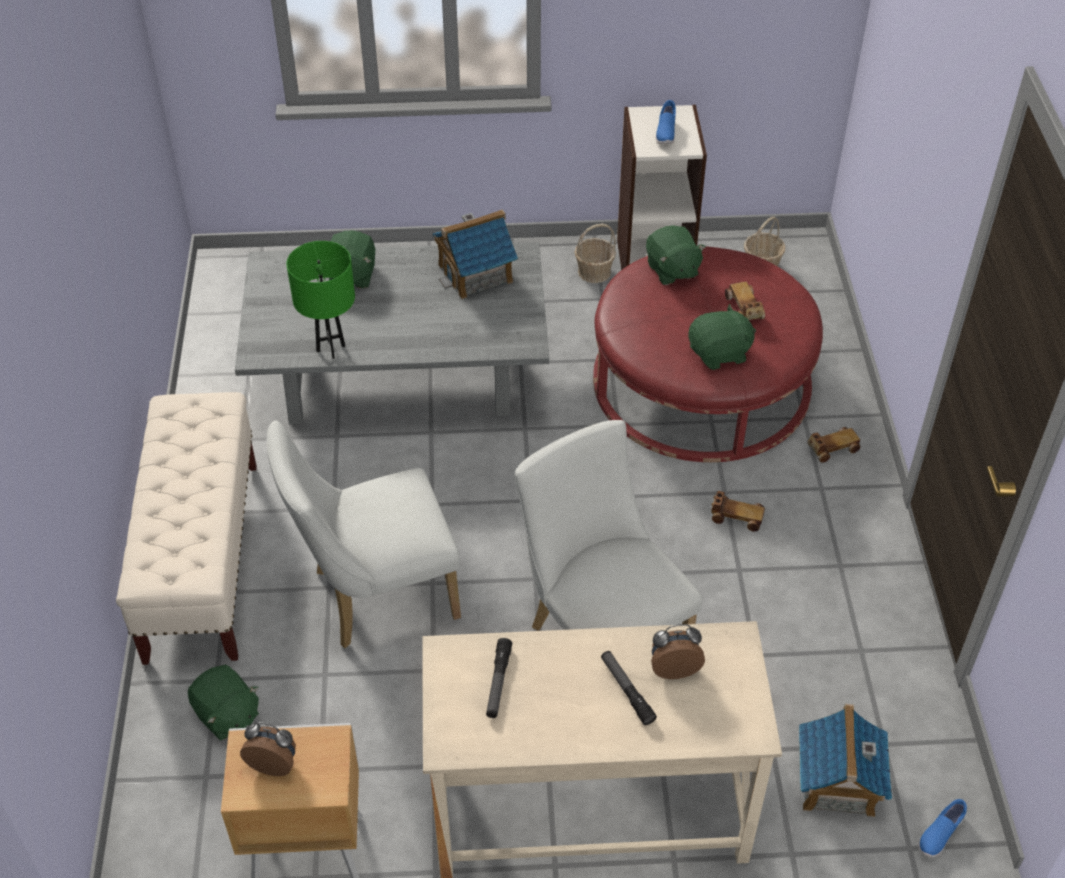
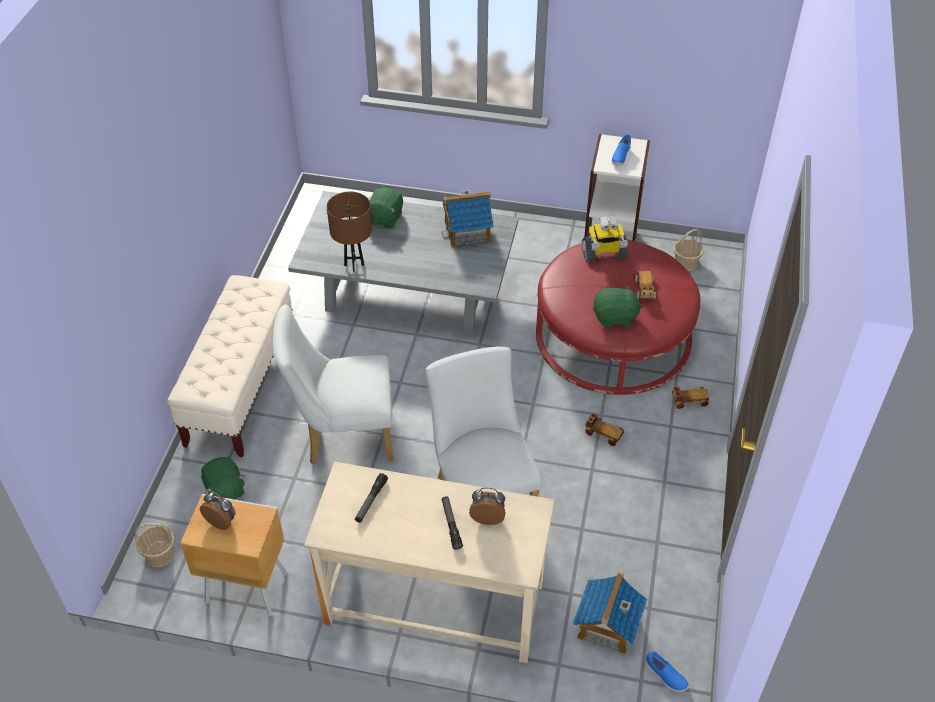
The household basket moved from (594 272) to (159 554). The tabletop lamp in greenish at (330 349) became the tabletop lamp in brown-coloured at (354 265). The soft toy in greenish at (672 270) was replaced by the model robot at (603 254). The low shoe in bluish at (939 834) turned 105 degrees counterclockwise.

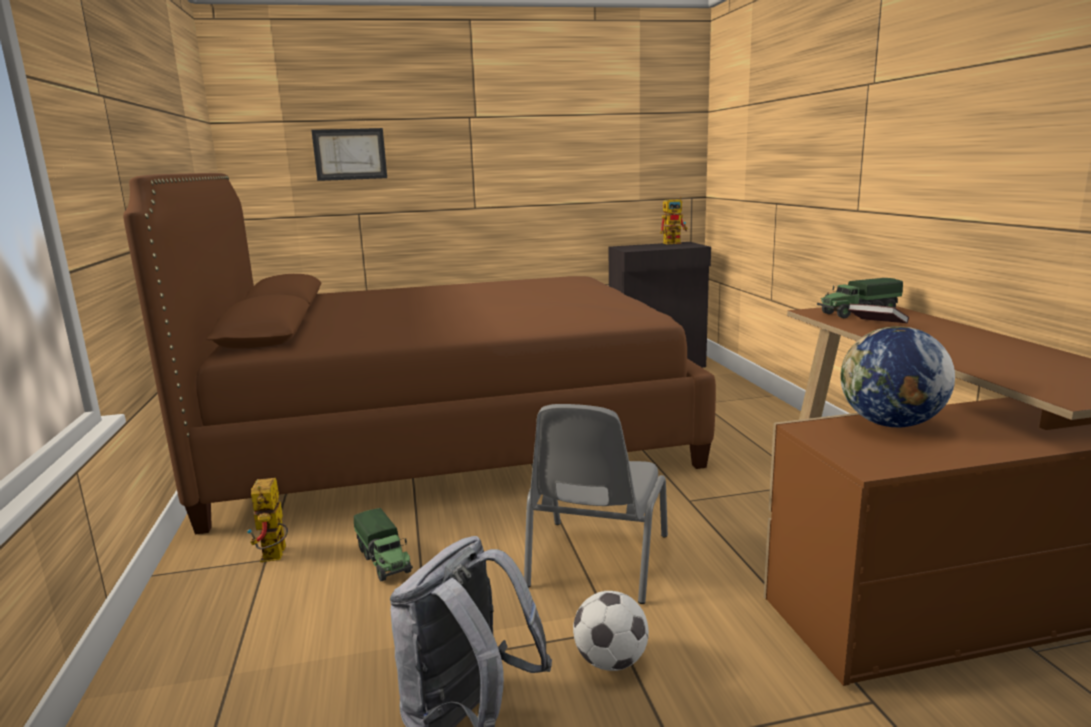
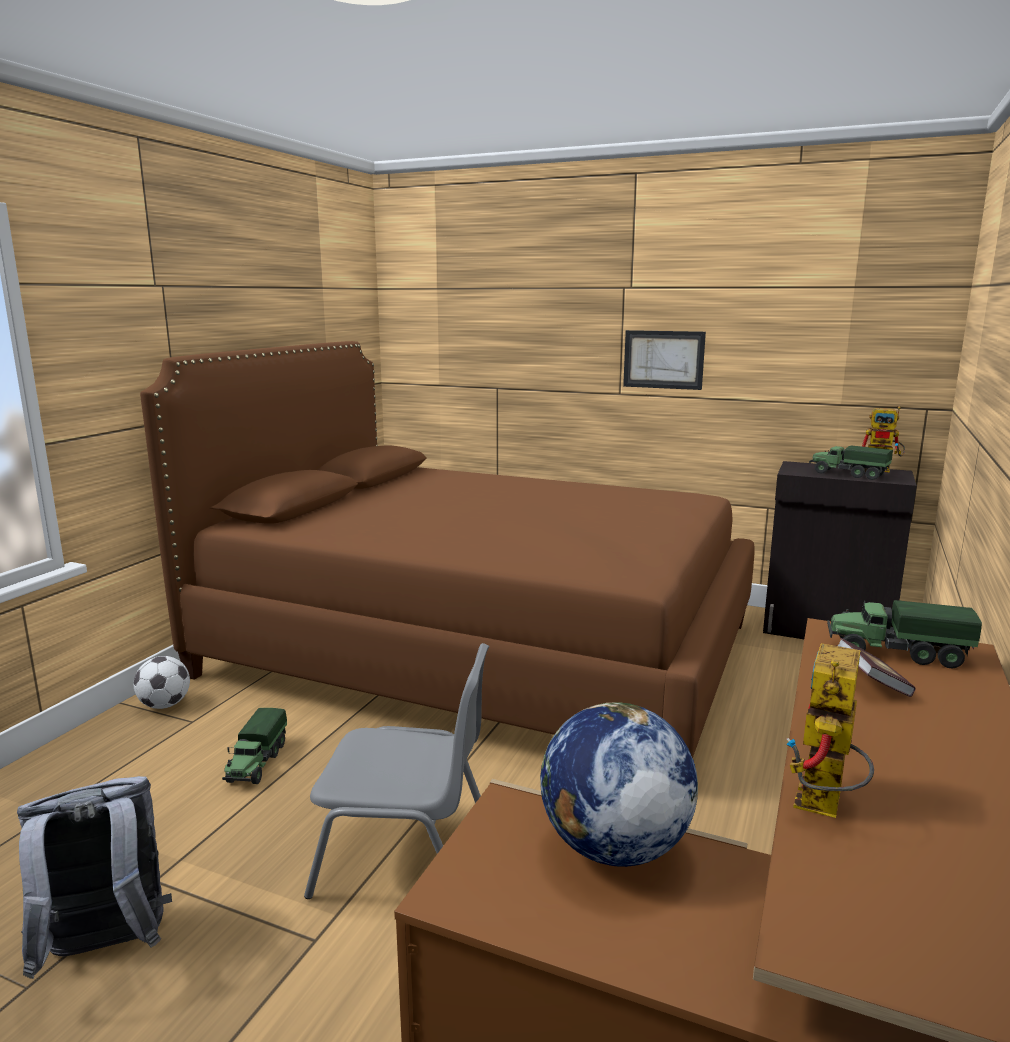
The football ball moved from (611 661) to (165 705). The plain chair in grey at (596 561) turned 135 degrees counterclockwise. The picture moved from (350 154) to (663 359). The model robot moved from (275 557) to (823 808). The model truck at (847 474) appeared.

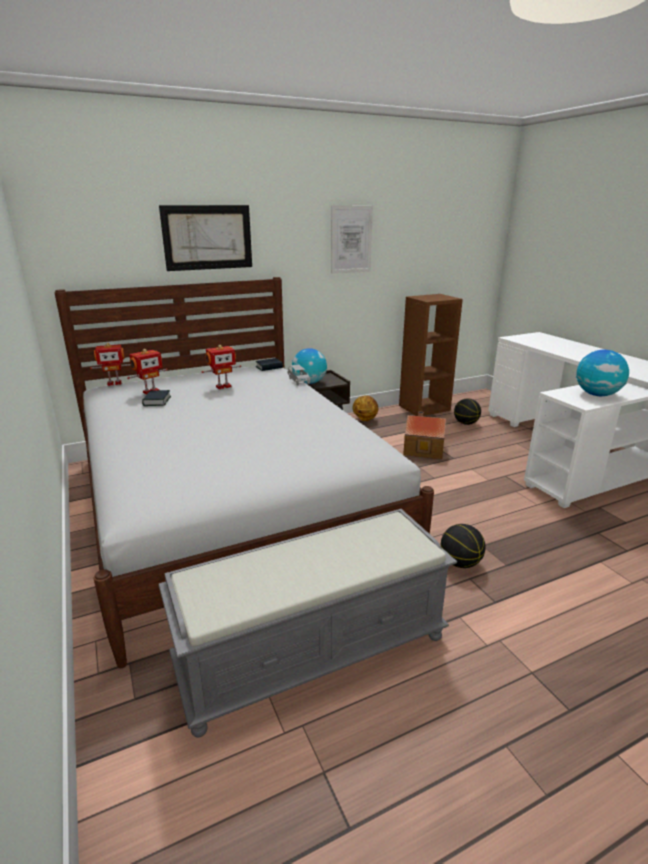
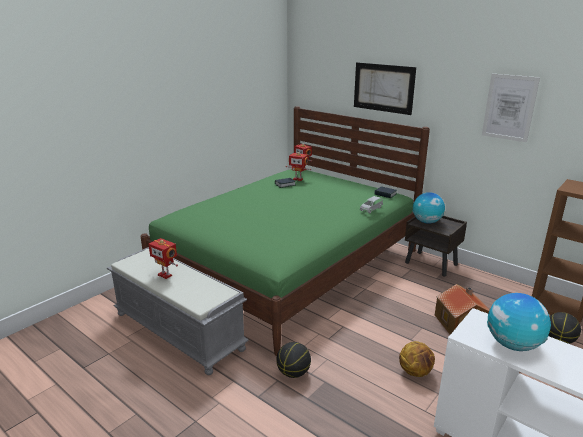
The bed in white-coloured at (230 505) became the bed in greenish at (289 265). The model robot moved from (223 386) to (165 275). The basketball ball moved from (365 419) to (415 372).

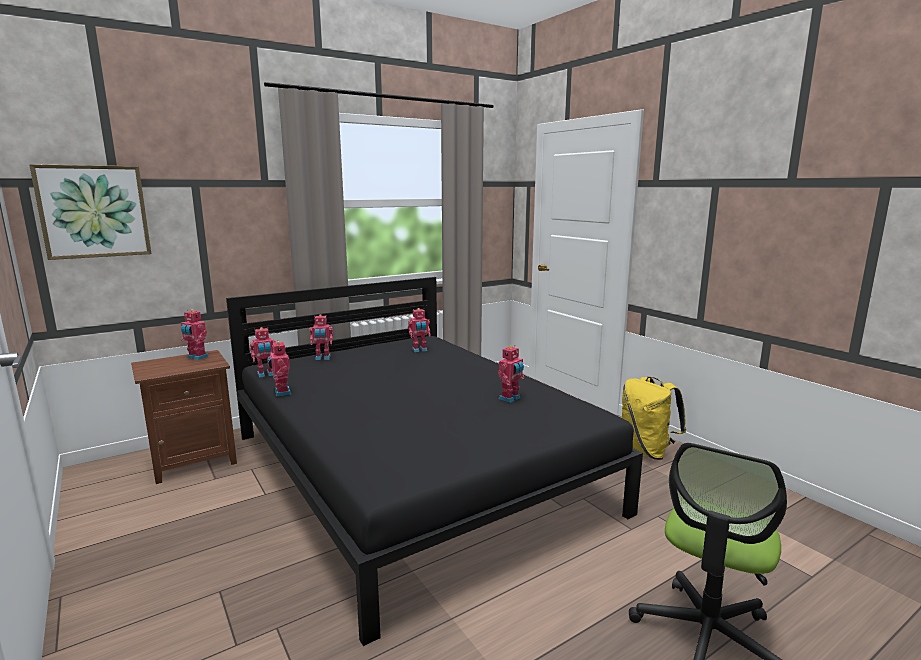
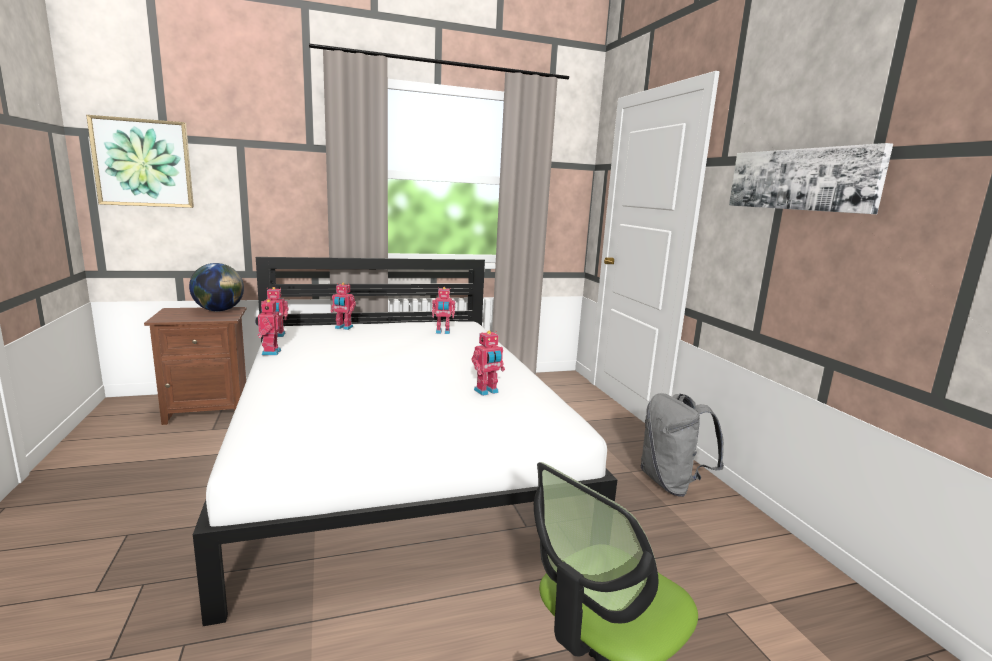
The model robot at (196 357) was replaced by the world globe at (219 310). The bed in blackish at (414 470) became the bed in white-coloured at (396 456). The backpack in yellow at (646 451) became the backpack in grey at (672 484). The picture at (801 179) appeared.

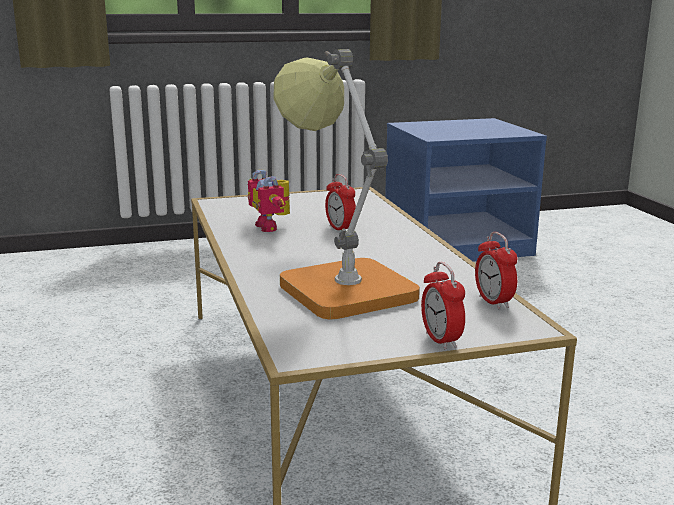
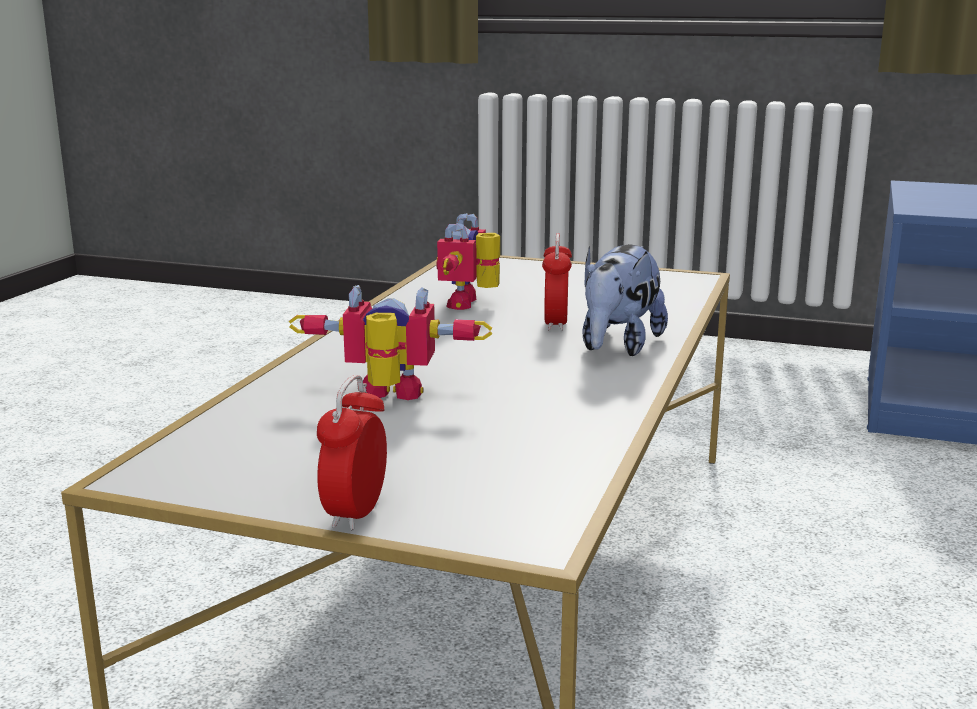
The tabletop lamp at (338 285) was replaced by the model robot at (389 398). The soft toy at (618 347) appeared. The table clock at (493 302) disappeared.

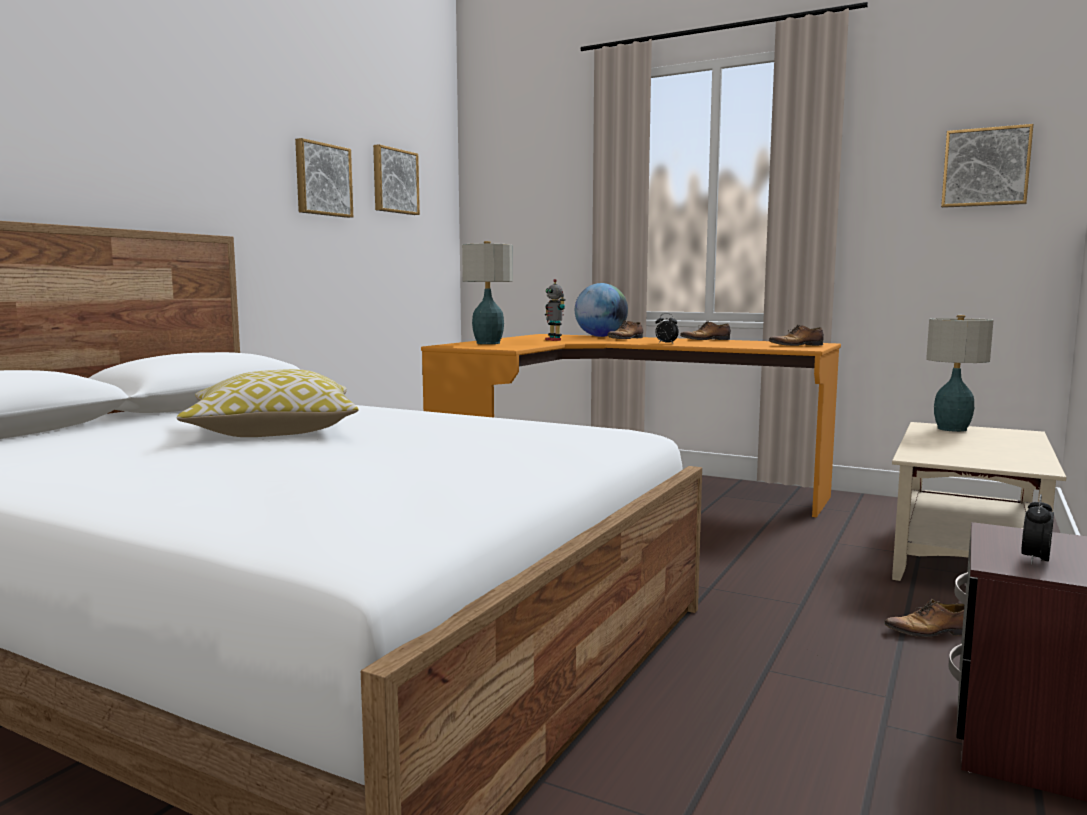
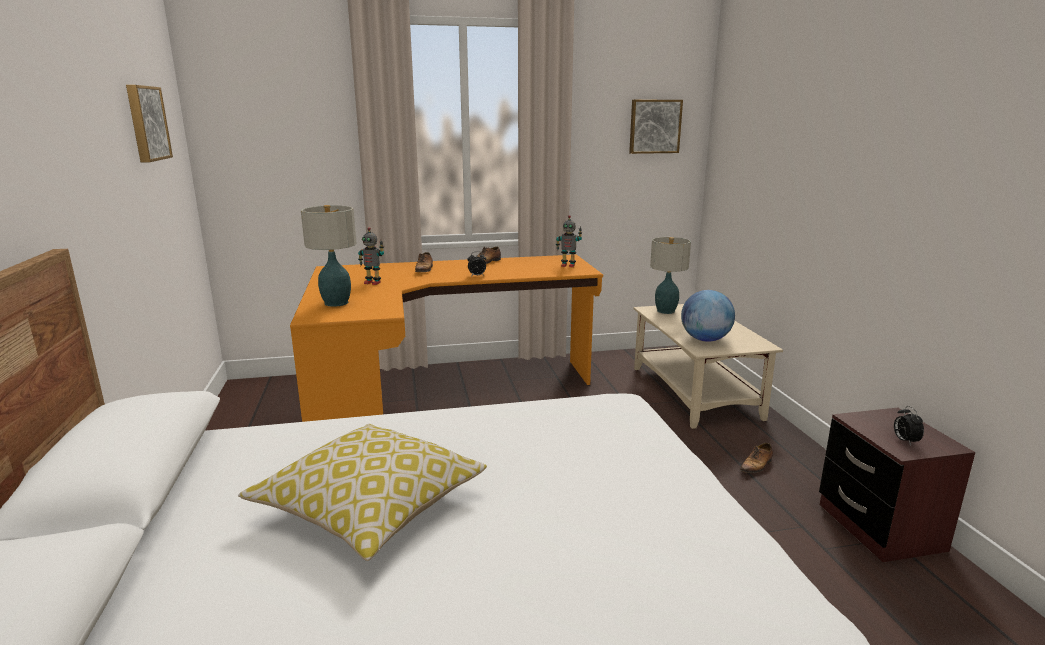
The low shoe at (797 346) was replaced by the model robot at (568 265). The world globe moved from (601 336) to (705 339). The picture at (322 180) disappeared.

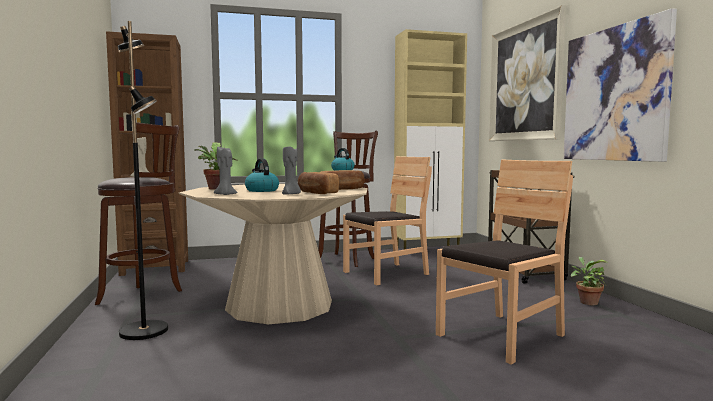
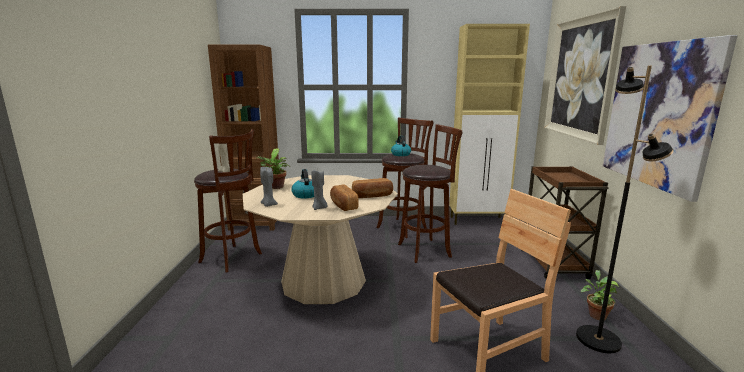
The plain chair in brown-coloured at (386 273) was replaced by the stool in brown-coloured at (427 250). The standard lamp in blackish moved from (145 331) to (598 339).

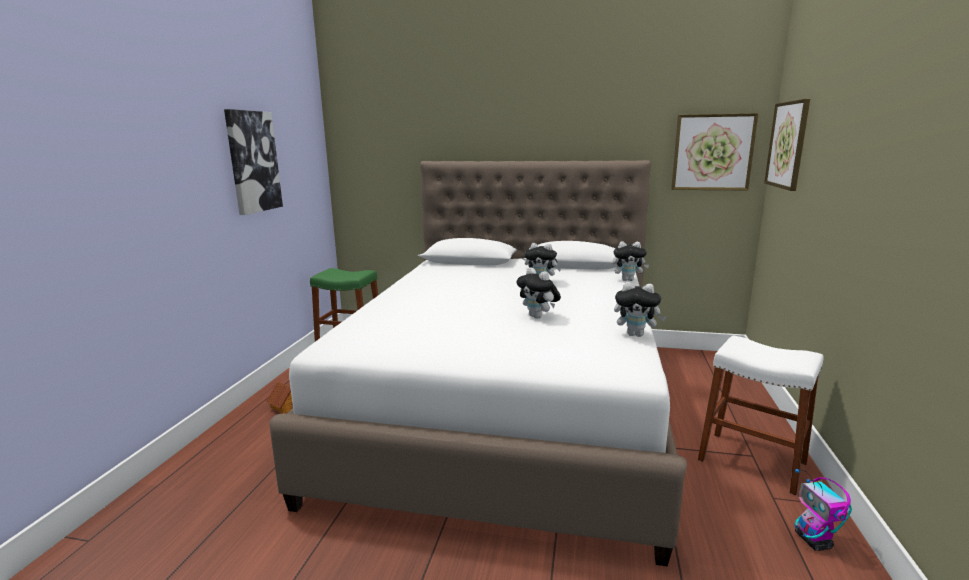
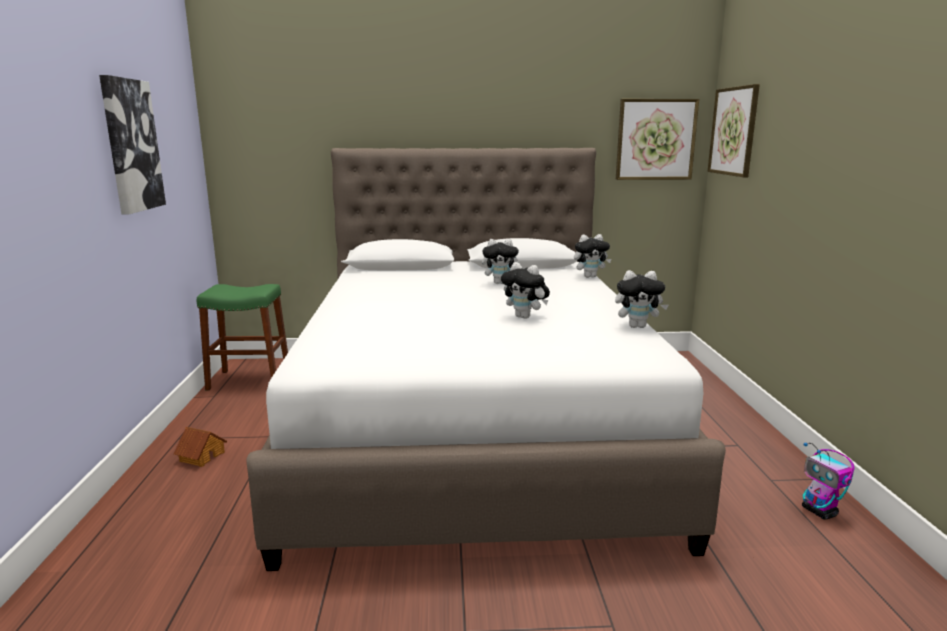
The stool in white-coloured at (752 461) disappeared.

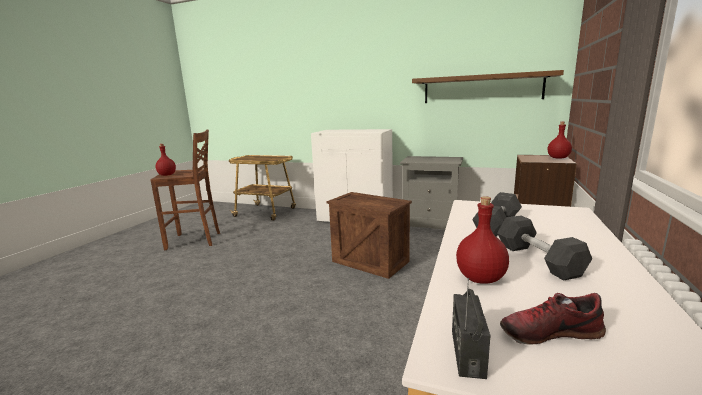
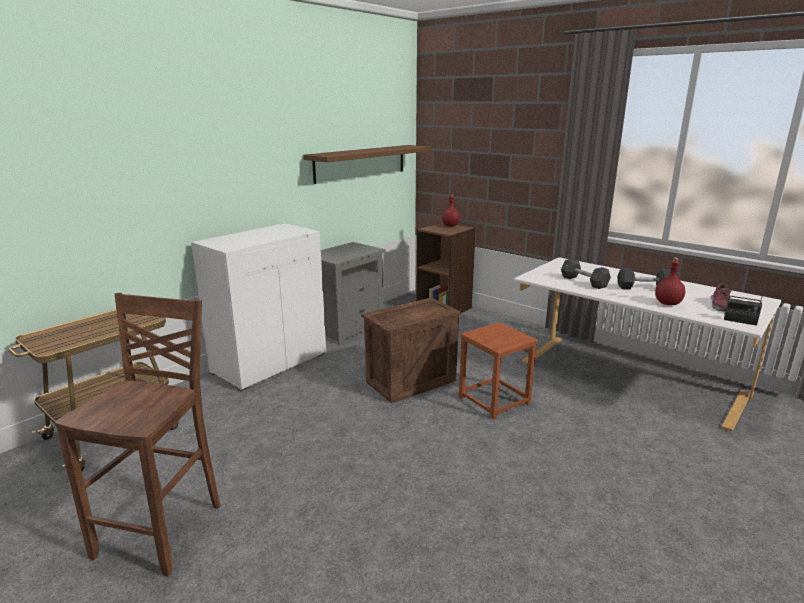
The stool in brown-coloured at (493 400) appeared. The beverage bottle in red-coloured at (167 175) disappeared.

